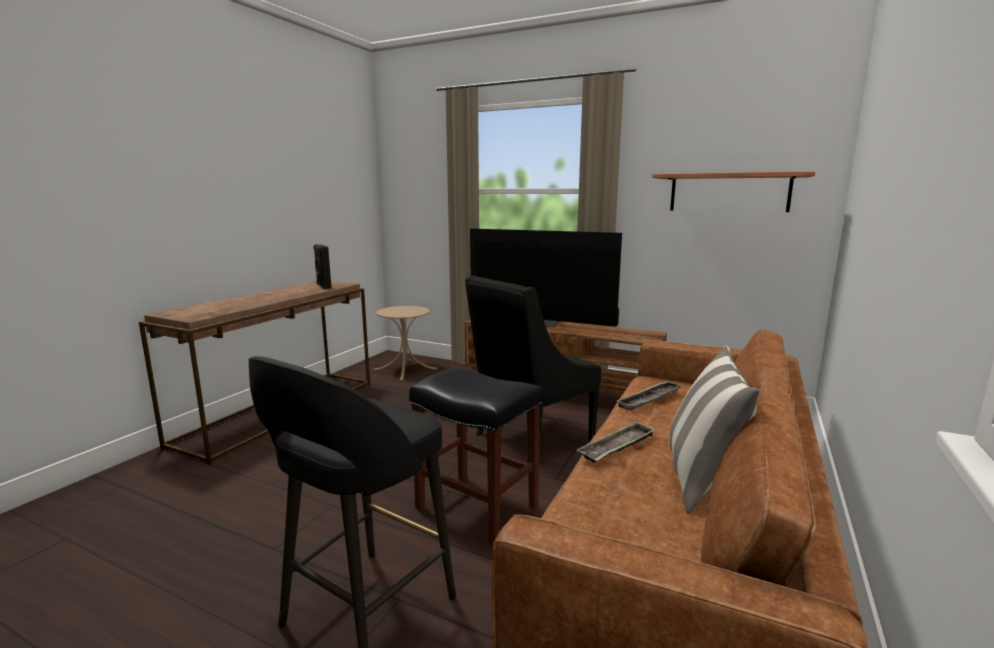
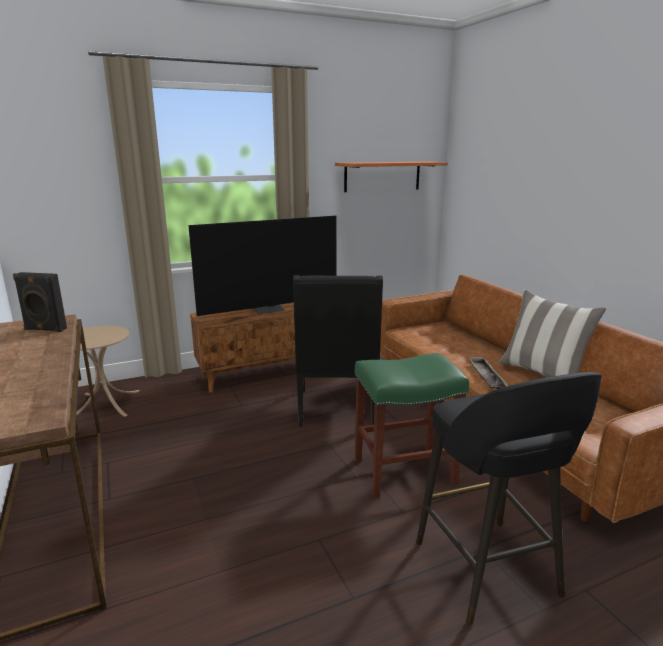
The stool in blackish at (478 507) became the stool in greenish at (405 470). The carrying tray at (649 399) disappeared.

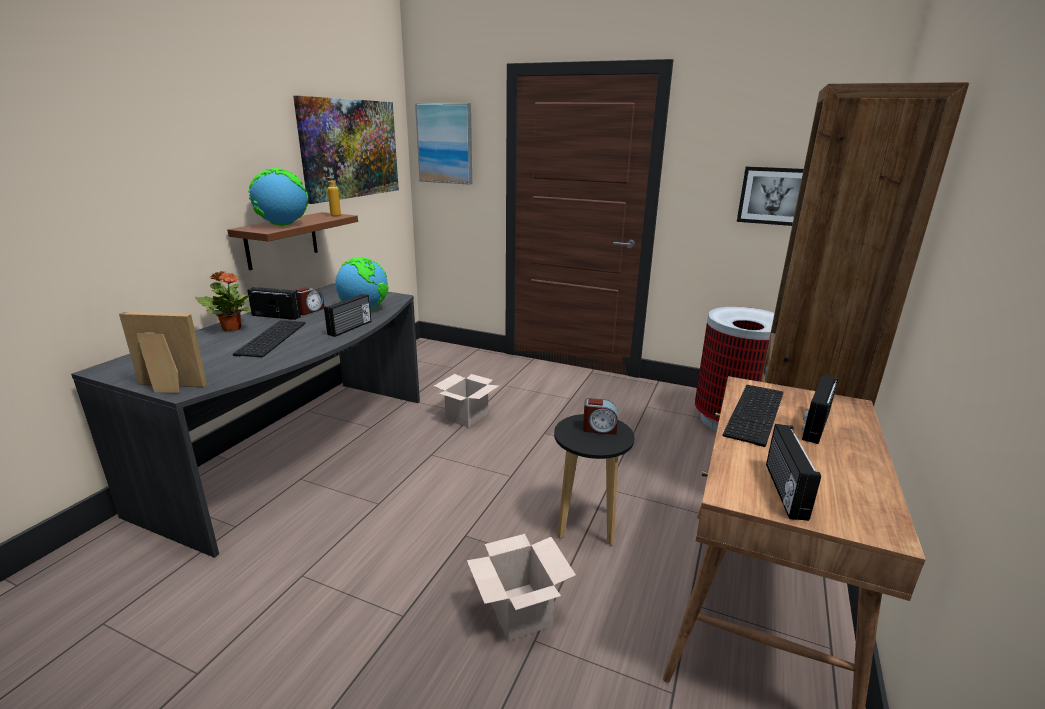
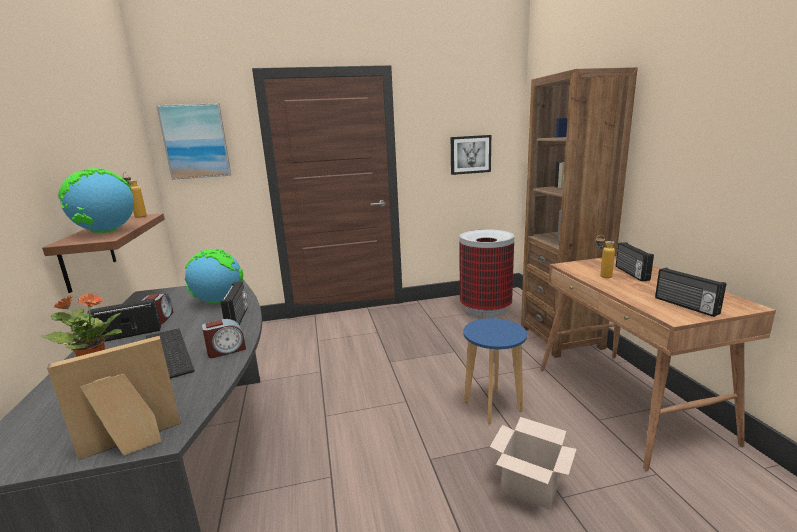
The table clock moved from (599 428) to (226 350). The stool in blackish at (587 524) became the stool in bluish at (492 406). The computer keyboard at (757 414) was replaced by the beverage bottle at (601 277). The picture at (350 149) disappeared. The carton at (467 416) disappeared.

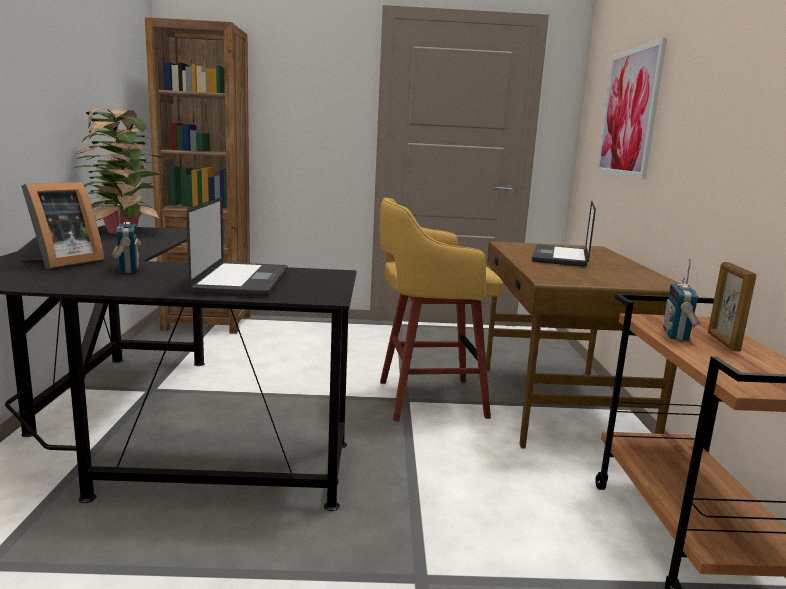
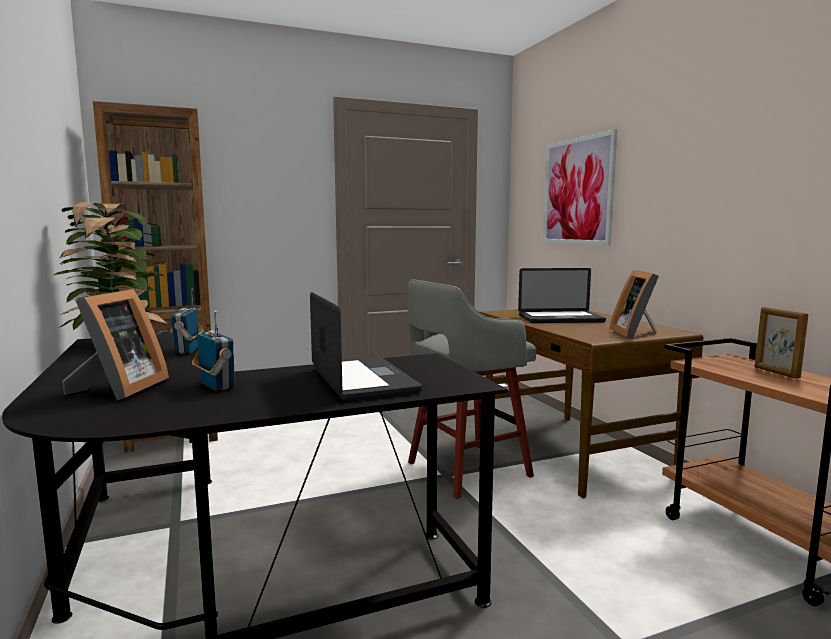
The radio set moved from (676 335) to (188 350). The stool in yellow at (427 399) became the stool in grey at (465 470). The laptop at (560 257) turned 90 degrees counterclockwise. The photo frame at (636 334) appeared.

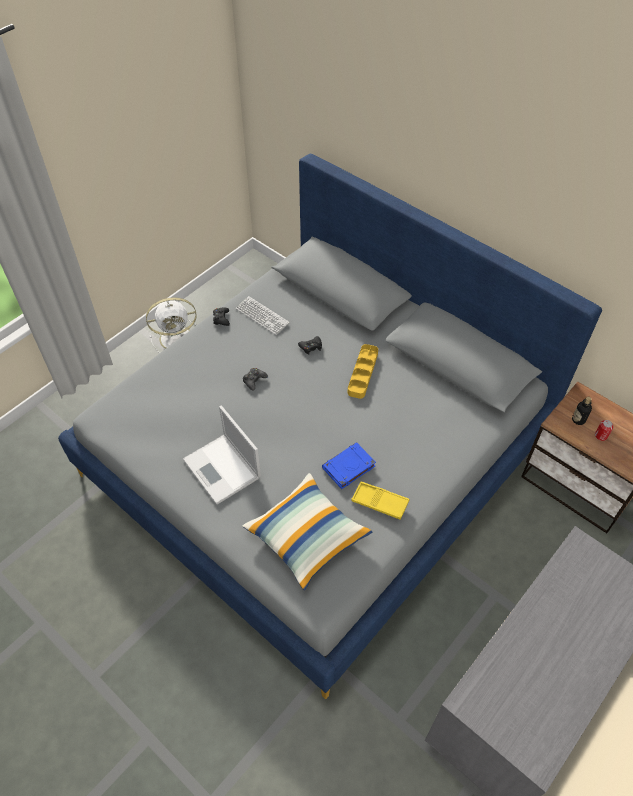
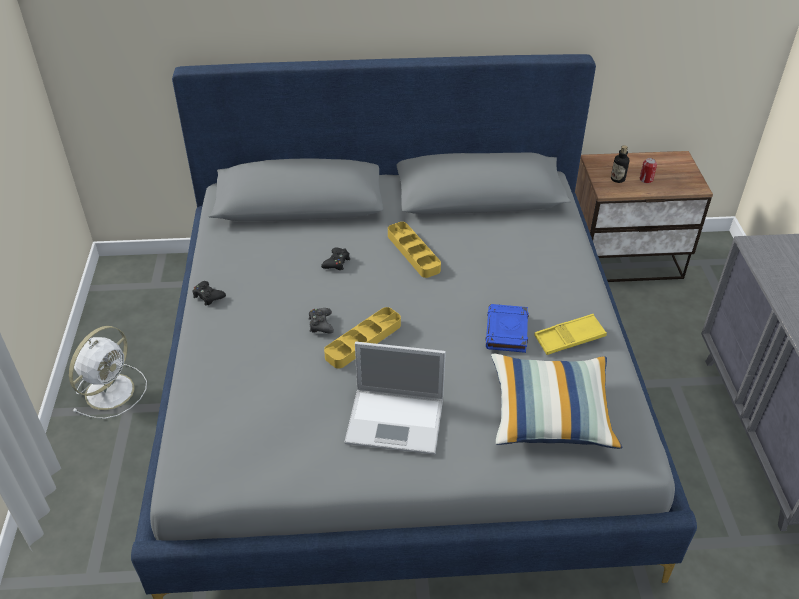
The carrying tray in yellow at (363 341) appeared. The computer keyboard at (262 316) disappeared.

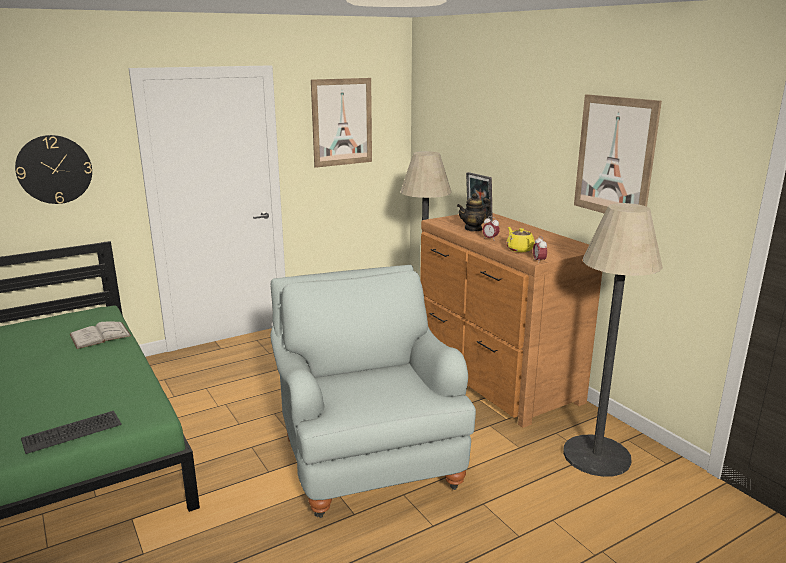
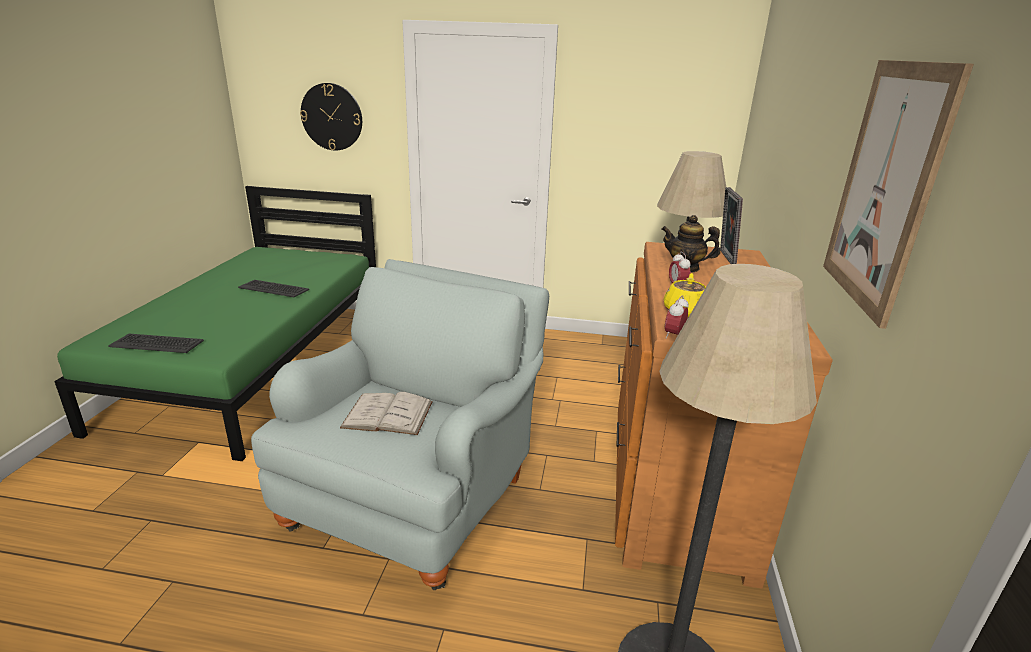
The computer keyboard at (274 289) appeared. The volume in white-coloured moved from (100 335) to (388 414). The picture at (342 122) disappeared.

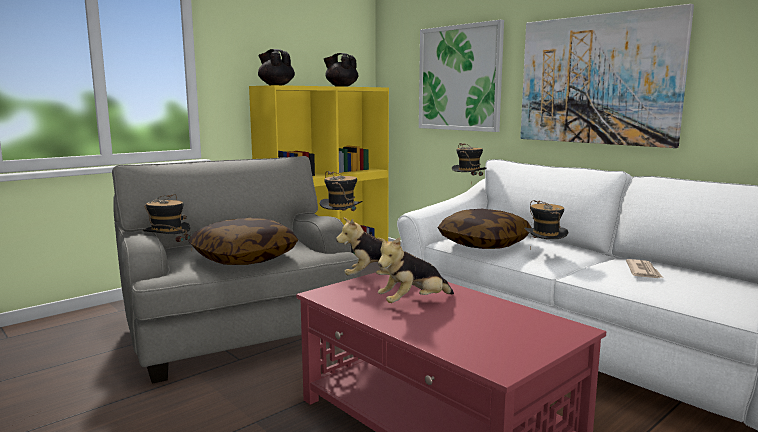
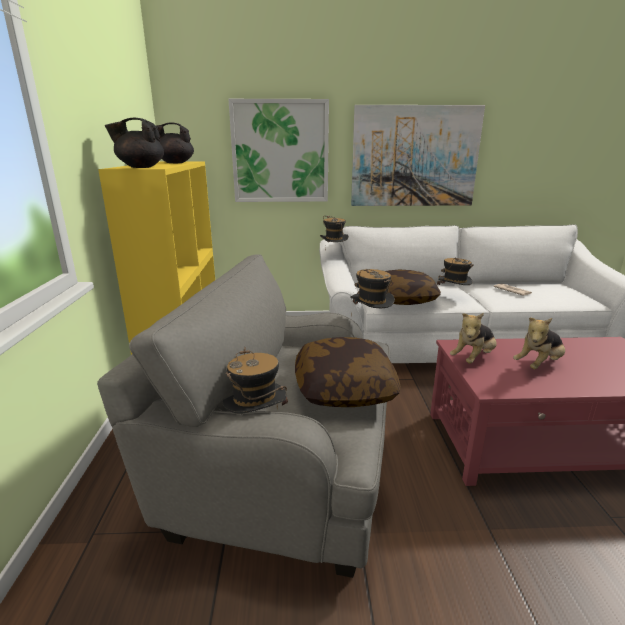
The soft toy at (413 303) turned 45 degrees clockwise.

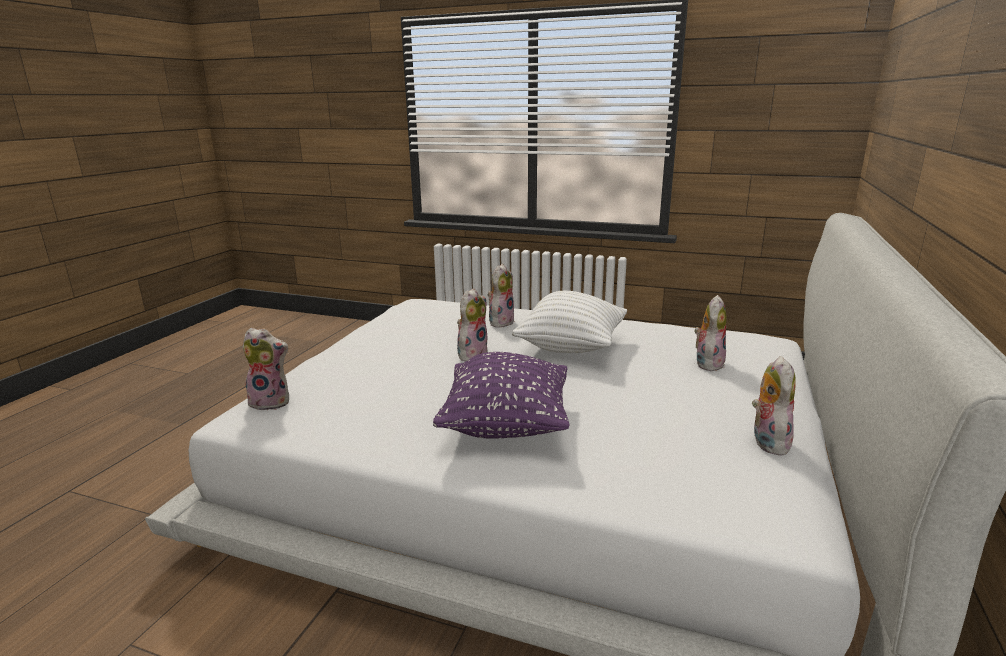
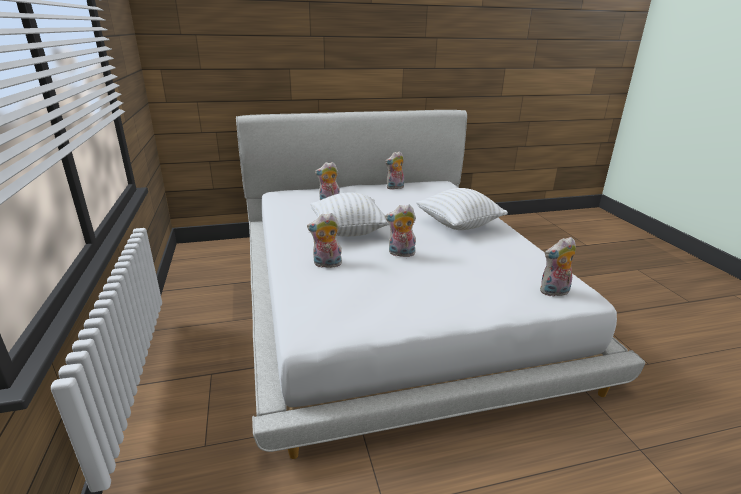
The throw pillow in purple at (506 425) became the throw pillow in white-coloured at (458 225). The soft toy at (272 402) turned 75 degrees counterclockwise.

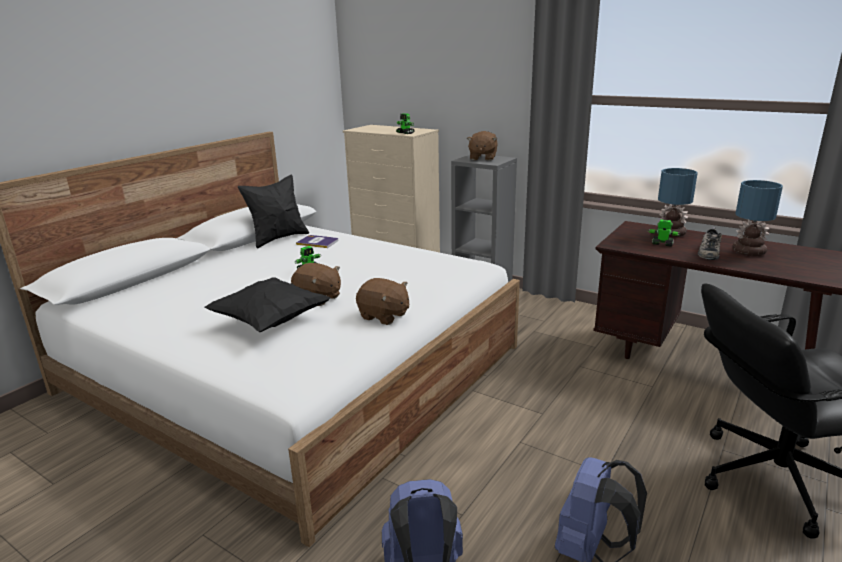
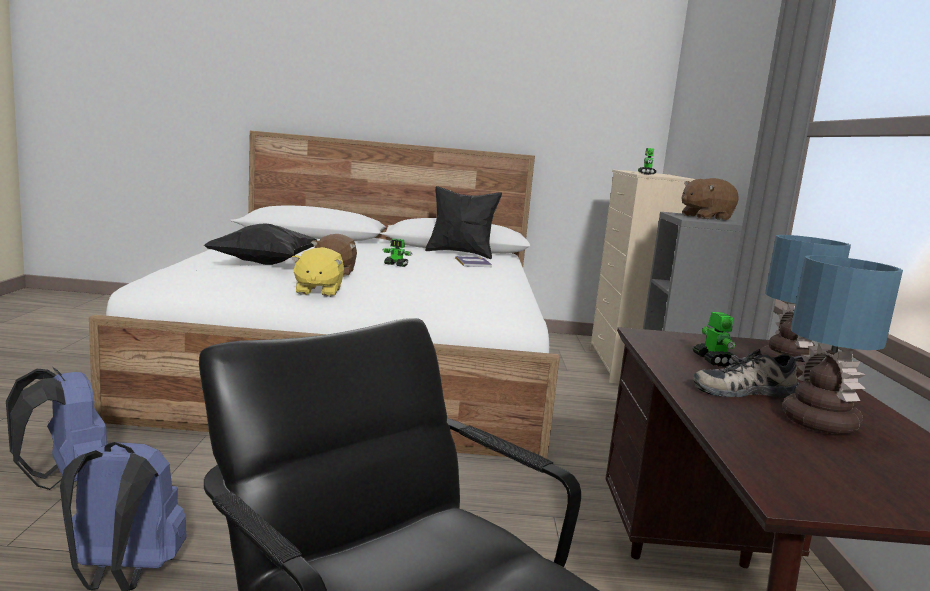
The soft toy in brown-coloured at (384 316) became the soft toy in yellow at (318 291).

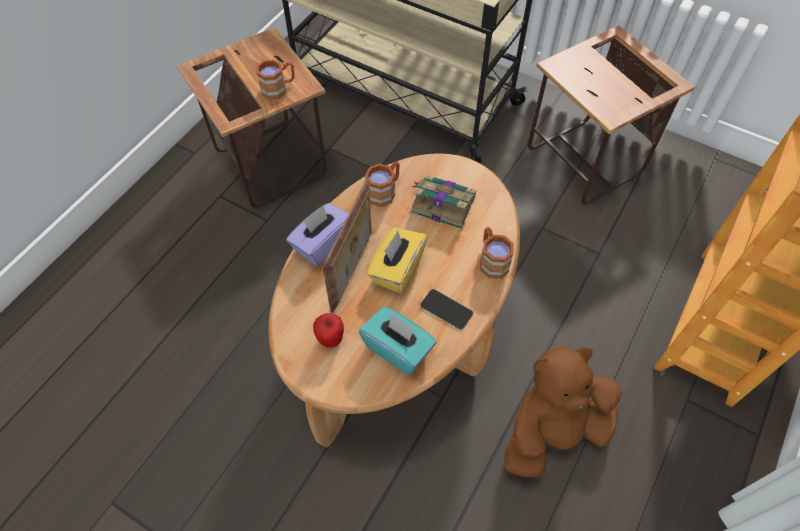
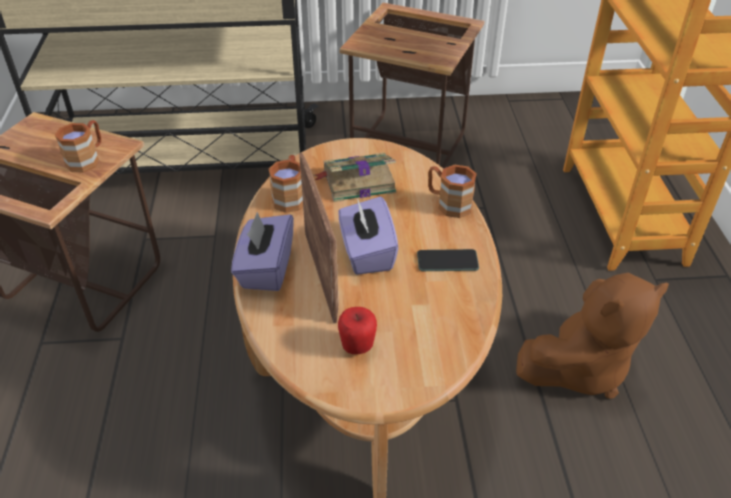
The tissue holder in yellow at (397 269) became the tissue holder in purple at (366 253). The soft toy in brown-coloured at (553 431) turned 150 degrees counterclockwise. The tissue holder in turquoise at (398 349) disappeared.

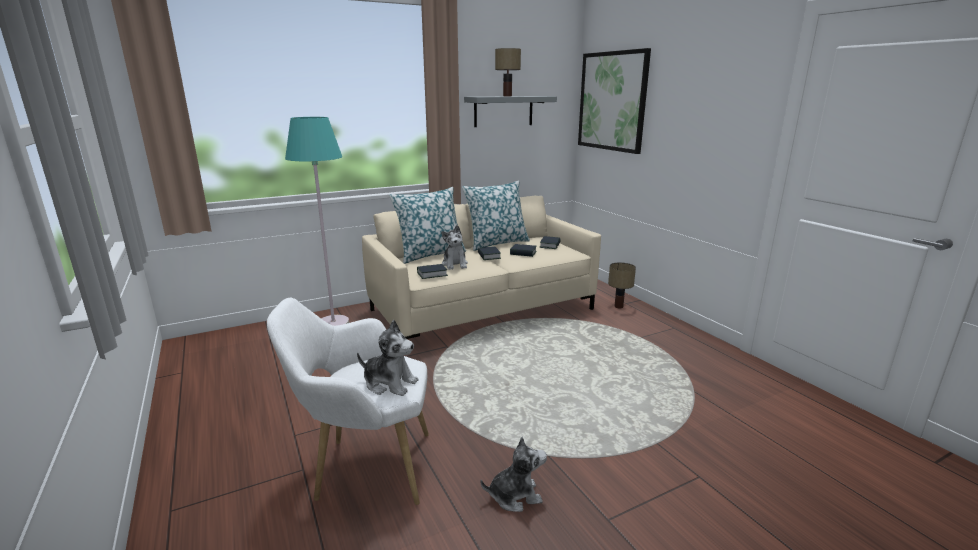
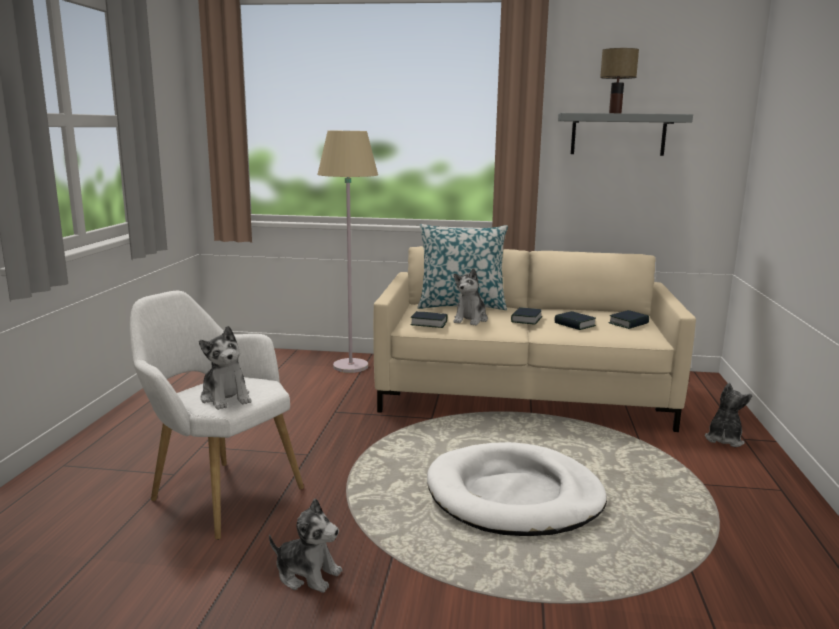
The standard lamp in turquoise at (333 323) became the standard lamp in sand-coloured at (350 366). The dog bed in white-coloured at (514 496) appeared. The tabletop lamp at (618 306) was replaced by the soft toy at (724 439). The throw pillow at (496 243) disappeared. The picture at (612 101) disappeared.

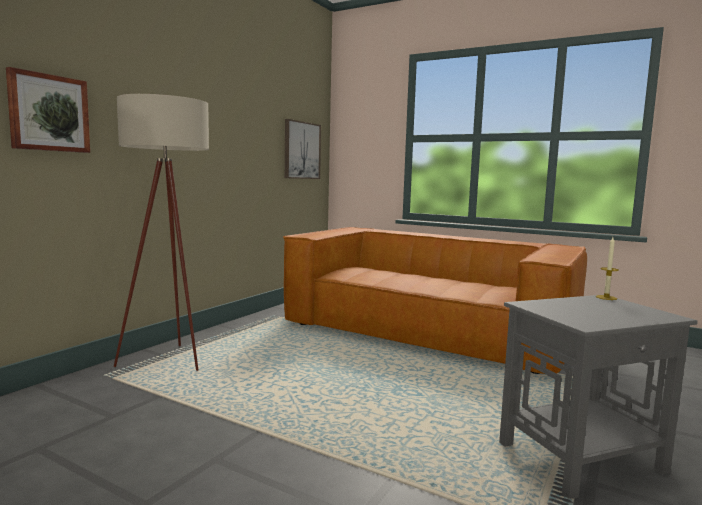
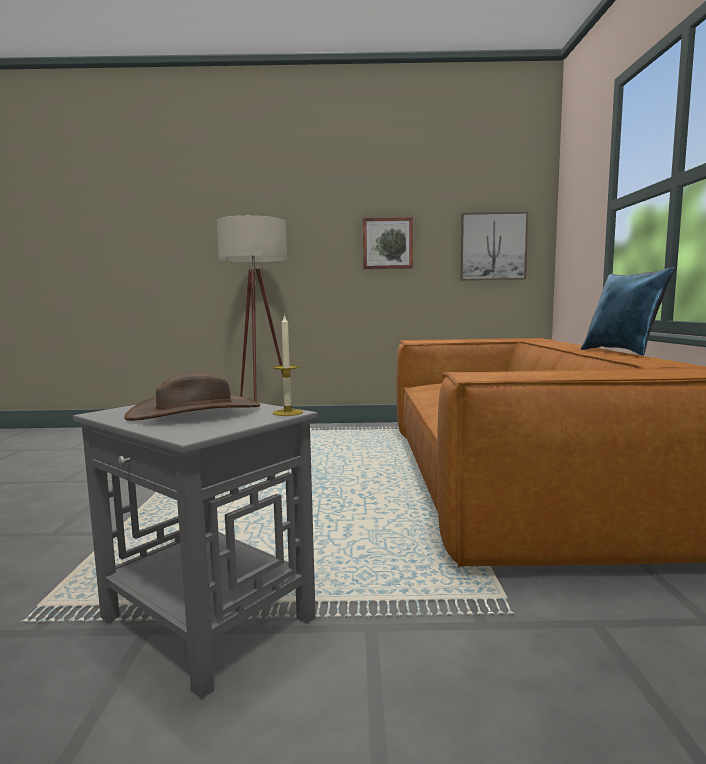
The wearable hat in brown-coloured at (195 411) appeared. The picture moved from (49 113) to (387 243). The throw pillow in bluish at (622 352) appeared.

